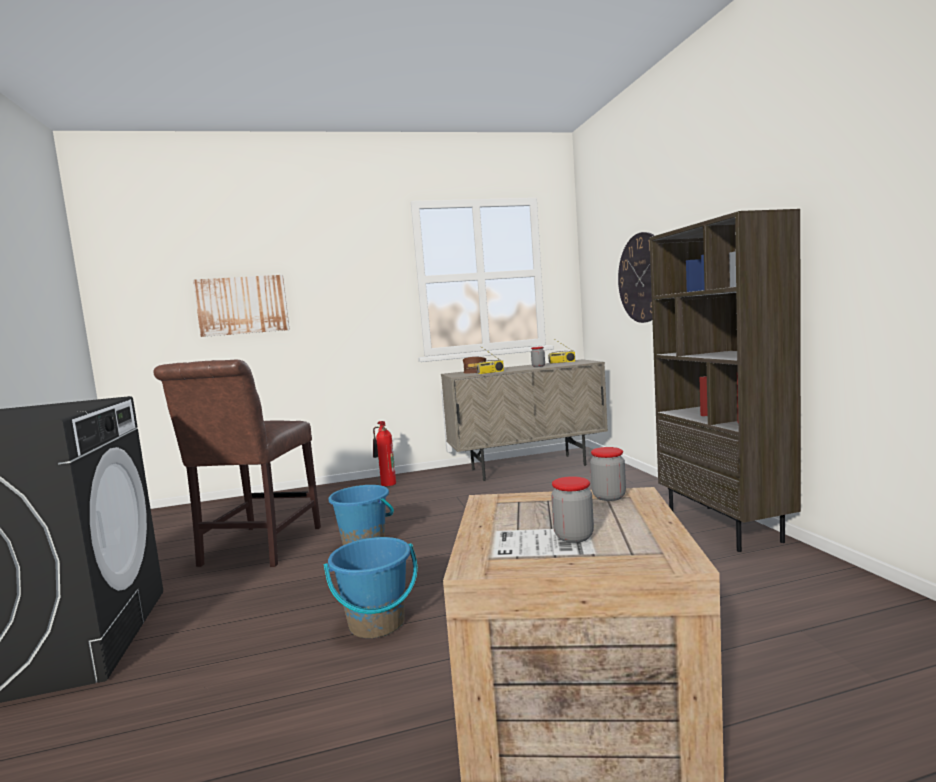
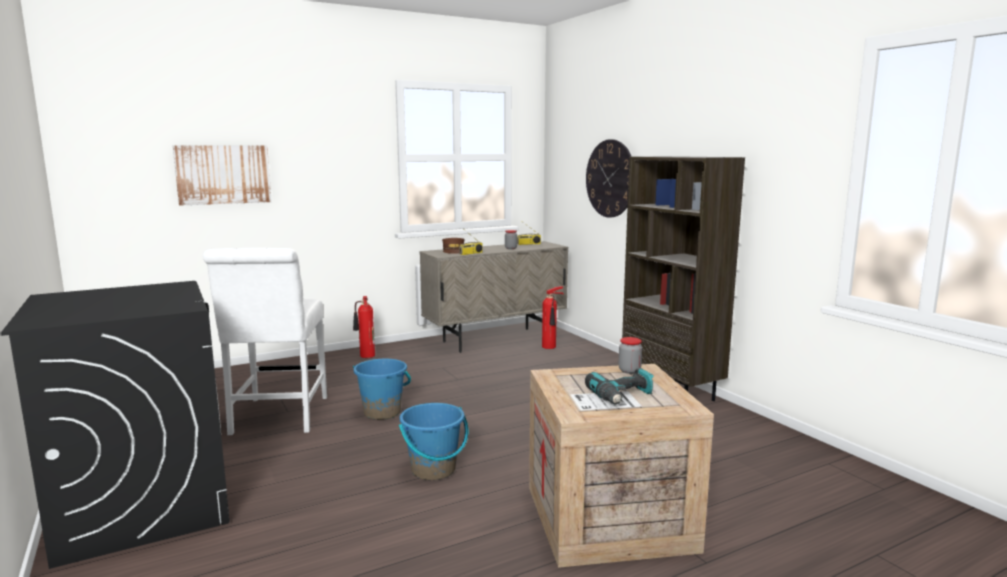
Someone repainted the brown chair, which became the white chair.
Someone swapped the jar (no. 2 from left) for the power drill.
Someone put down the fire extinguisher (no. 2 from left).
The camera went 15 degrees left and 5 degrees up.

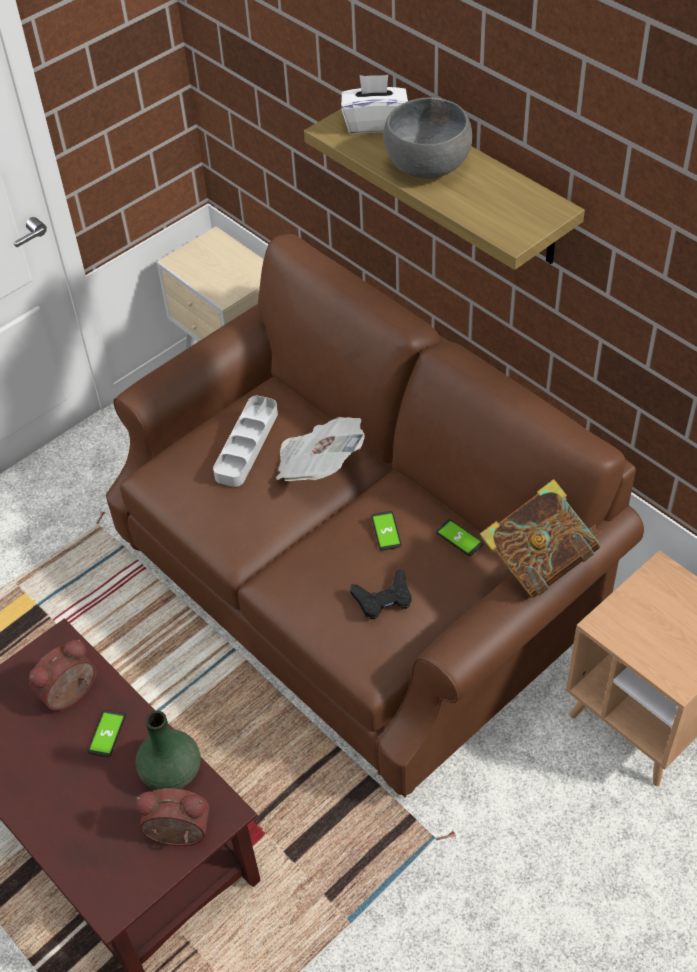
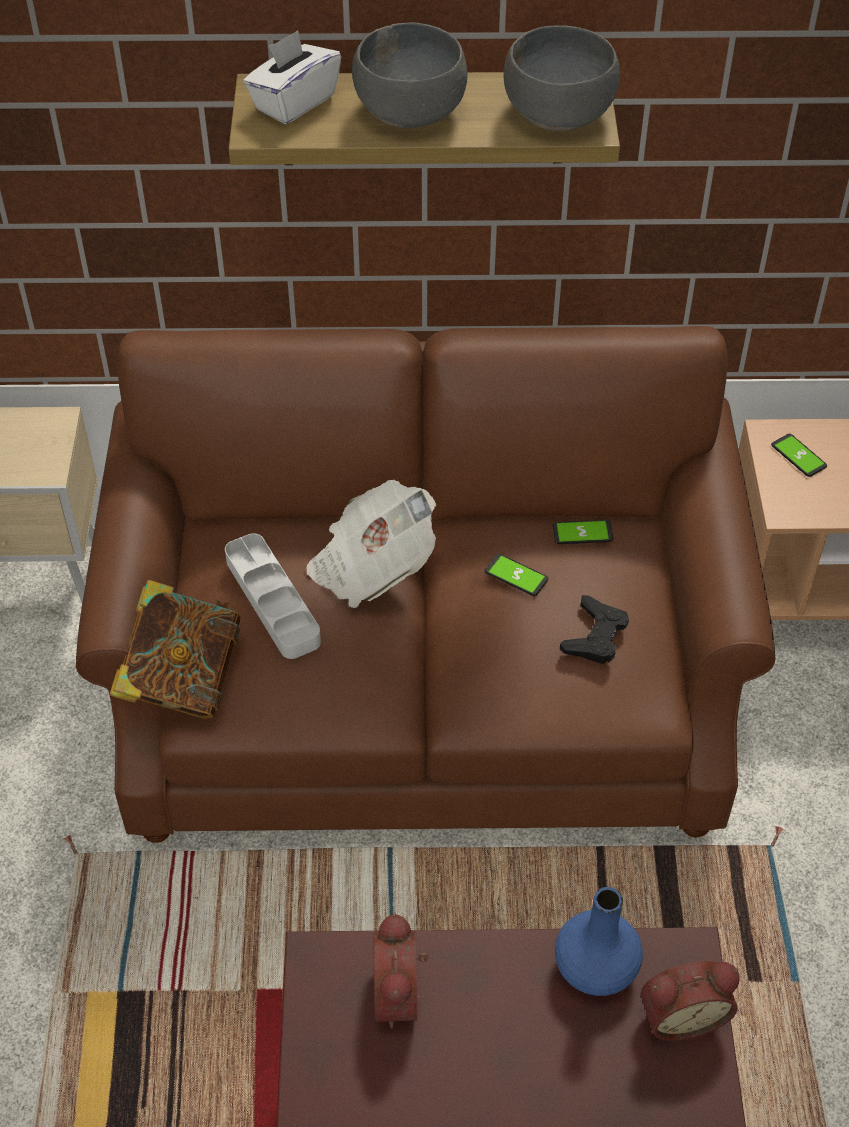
Someone carried the phone (no. 1 from left in the first image).
Someone repainted the green vase, which became the blue vase.
Someone rotated the alarm clock (no. 2 from left) by 150 degrees counterclockwise.
Someone carried the book.
Someone put down the grey bowl (no. 2 from left).
The camera went 50 degrees left and 0 degrees up.

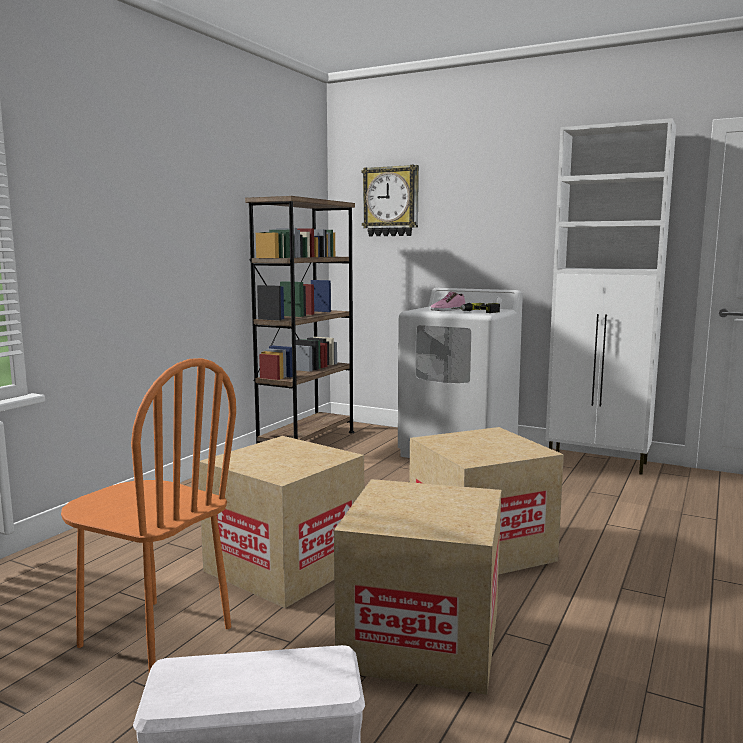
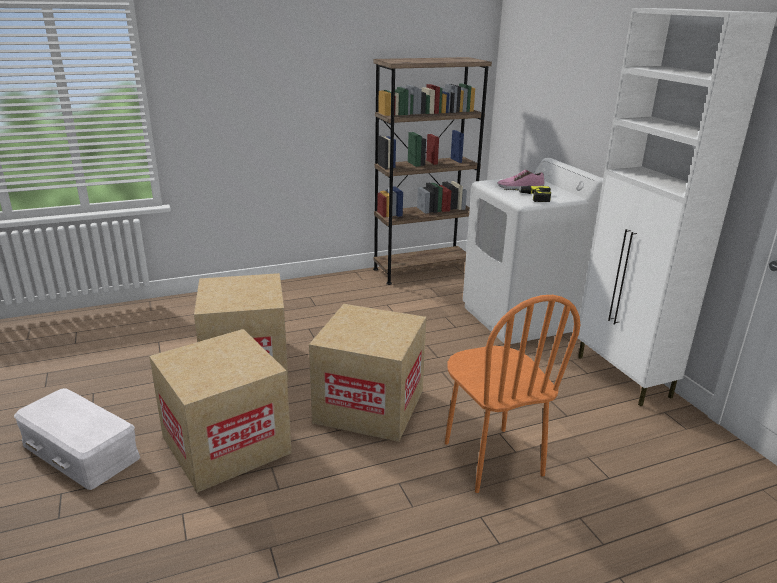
Someone carried the orange chair.
Someone took away the wall clock.
The camera went 40 degrees right and 15 degrees up.

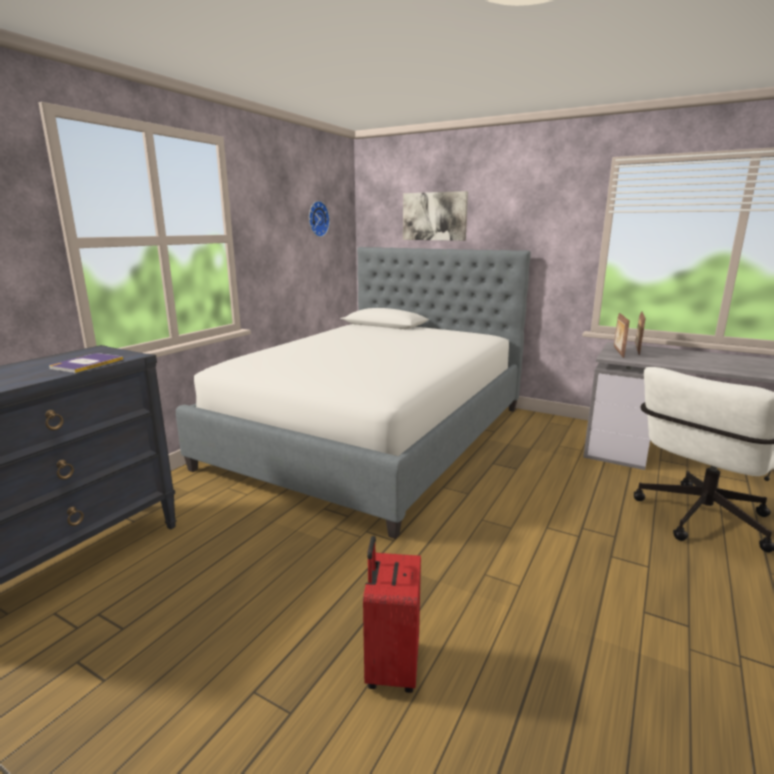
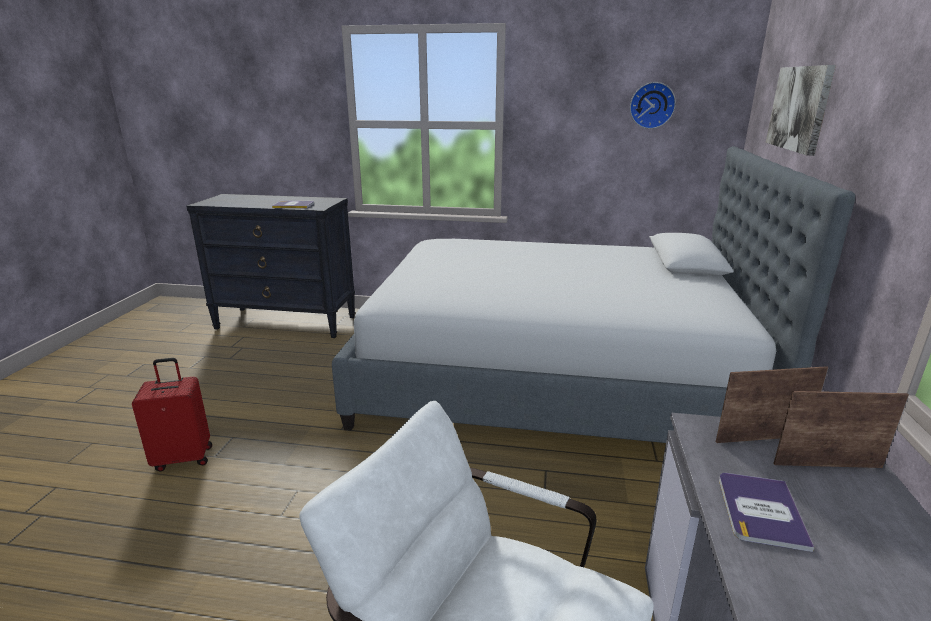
Someone put down the book (no. 2 from left).
The camera went 70 degrees right and 5 degrees up.

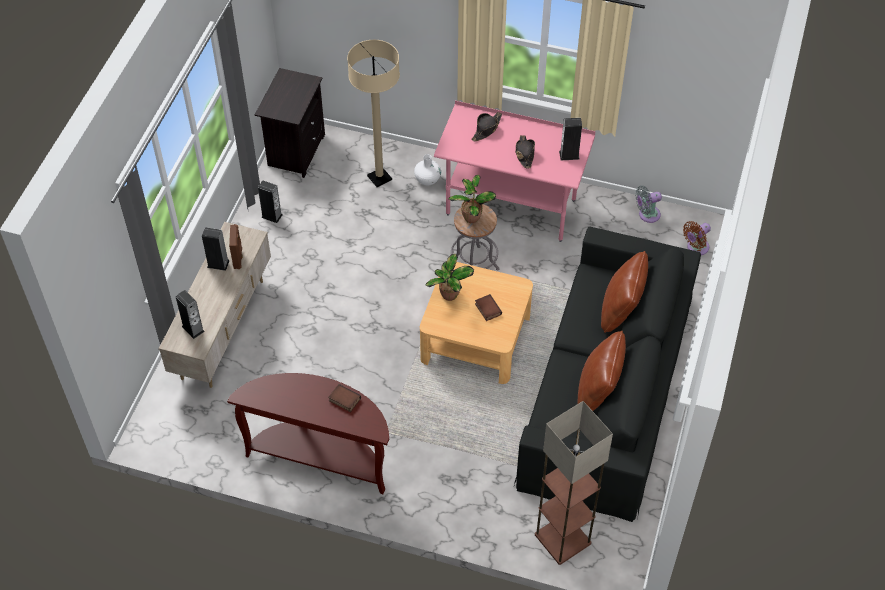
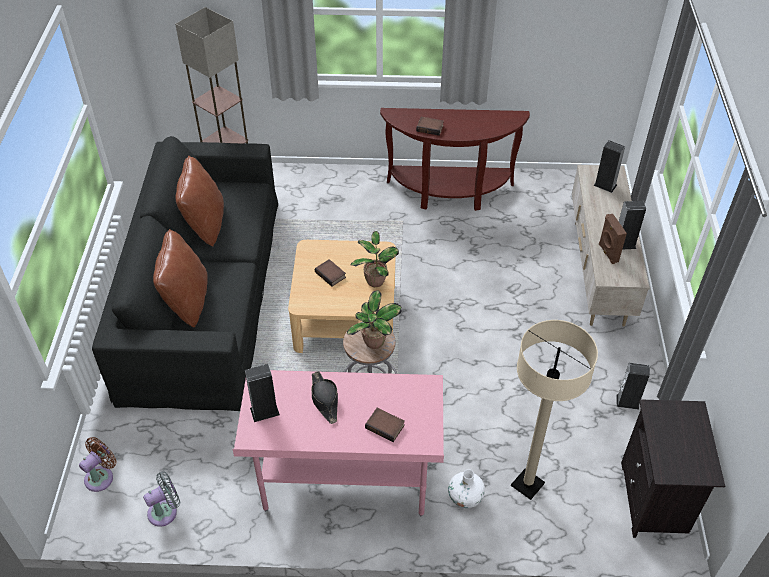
Someone swapped the black hat (no. 1 from left) for the book (no. 2 from left).
The camera went 165 degrees right and 5 degrees down.

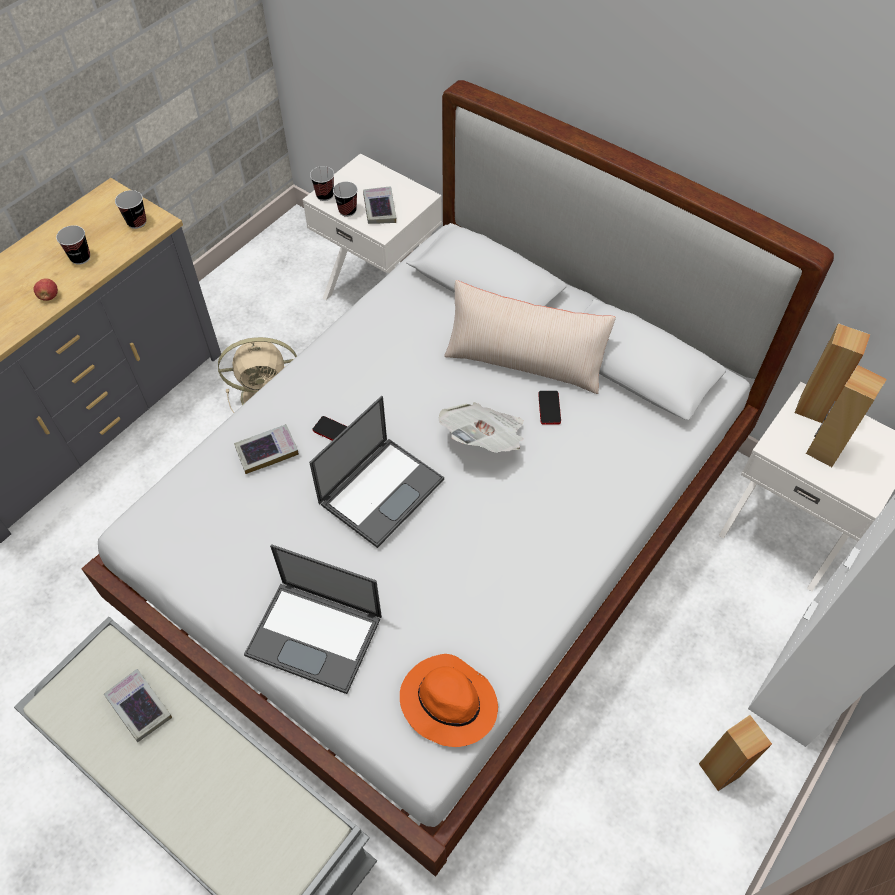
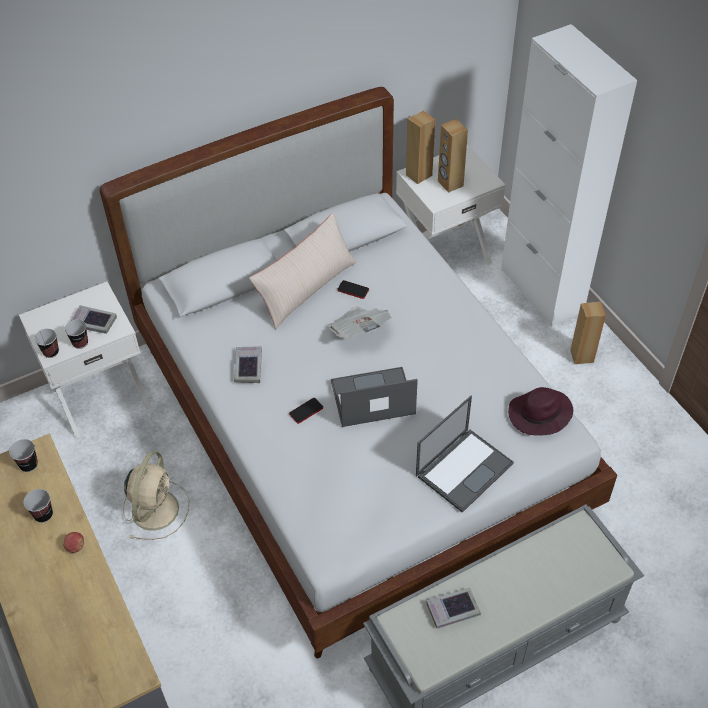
Someone carried the book (no. 2 from left).
Someone rotated the laptop (no. 2 from left in the first image) by 75 degrees counterclockwise.
Someone repainted the orange hat, which became the purple hat.
The camera went 65 degrees left and 5 degrees down.

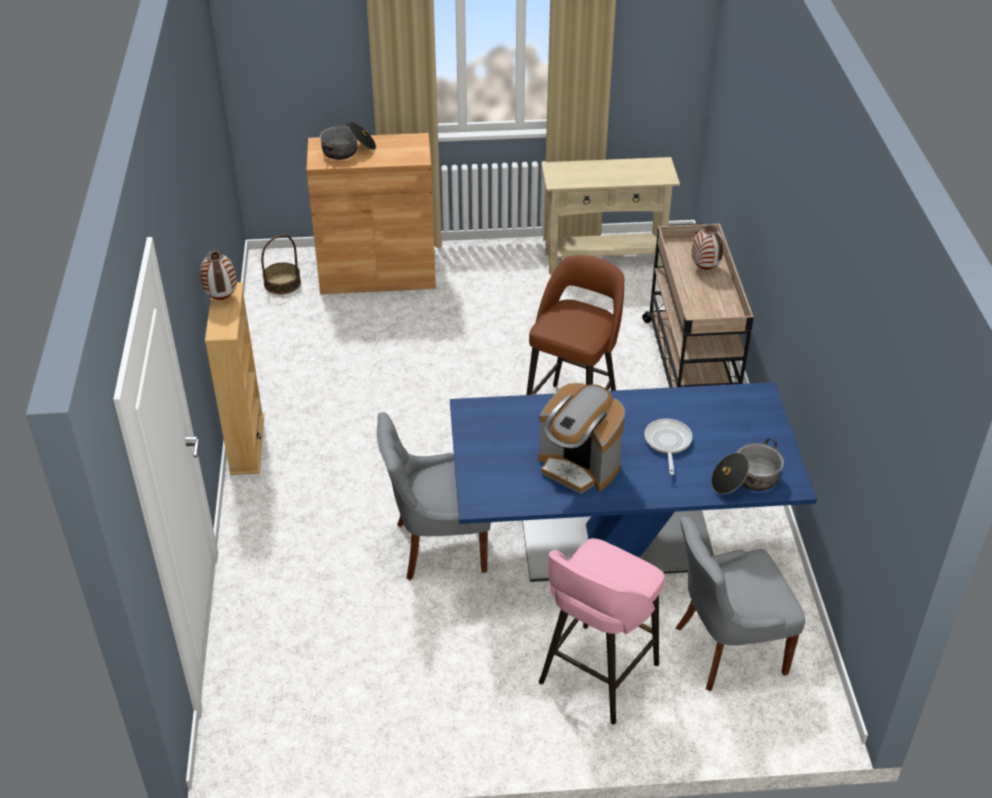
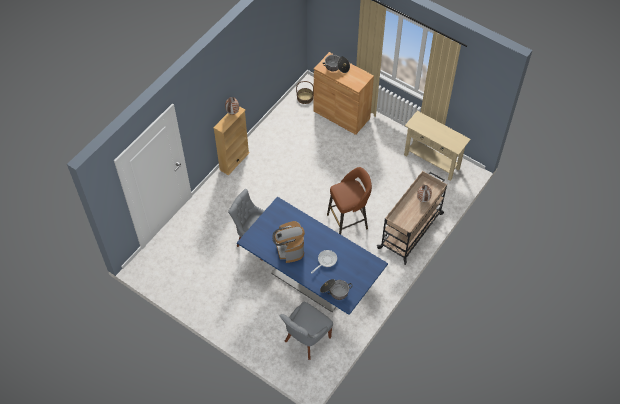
Someone took away the pink stool.
Someone rotated the grey chair (no. 2 from left) by 75 degrees counterclockwise.
The camera went 40 degrees right and 15 degrees up.

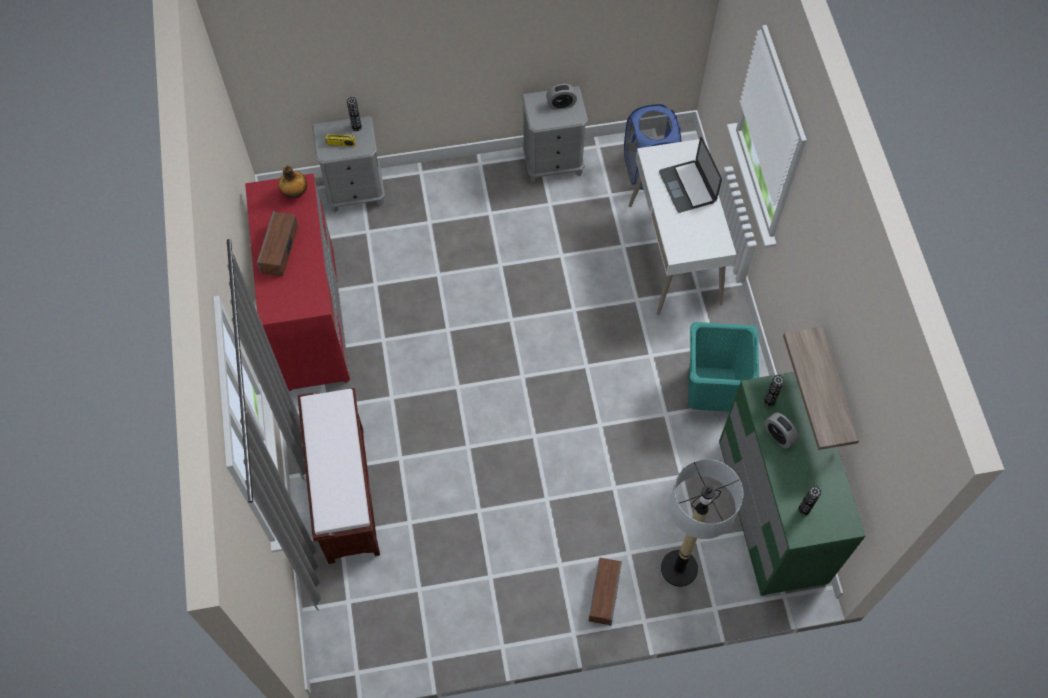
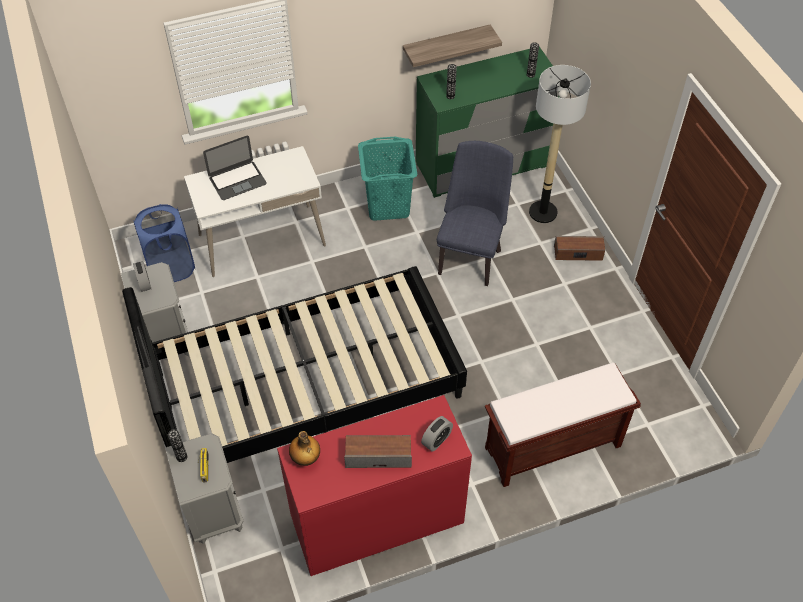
Someone carried the alarm clock (no. 2 from left).
Someone put down the black bed.
Someone put down the blue chair.
The camera went 100 degrees left and 10 degrees down.

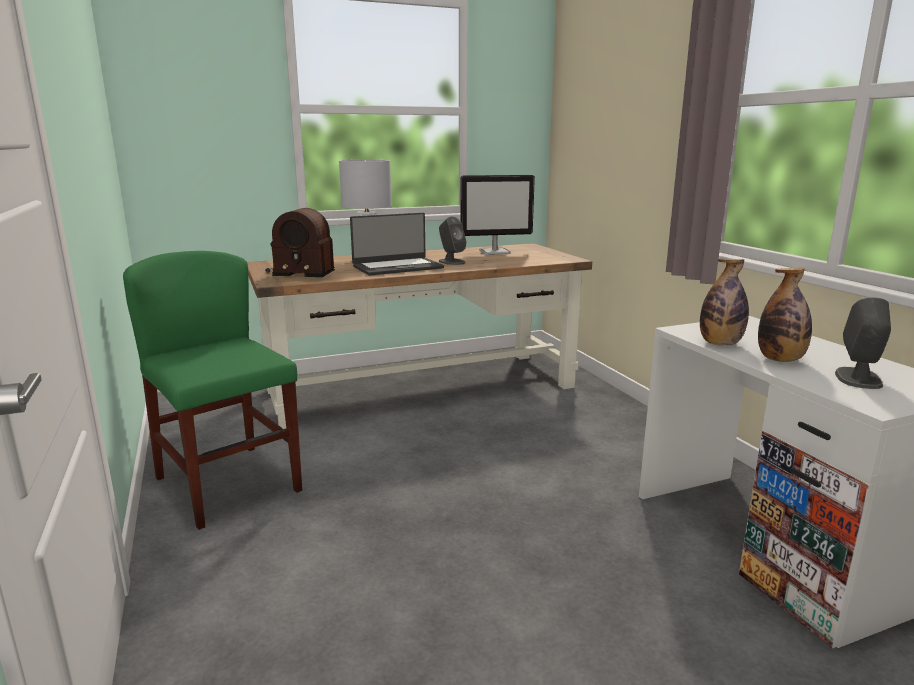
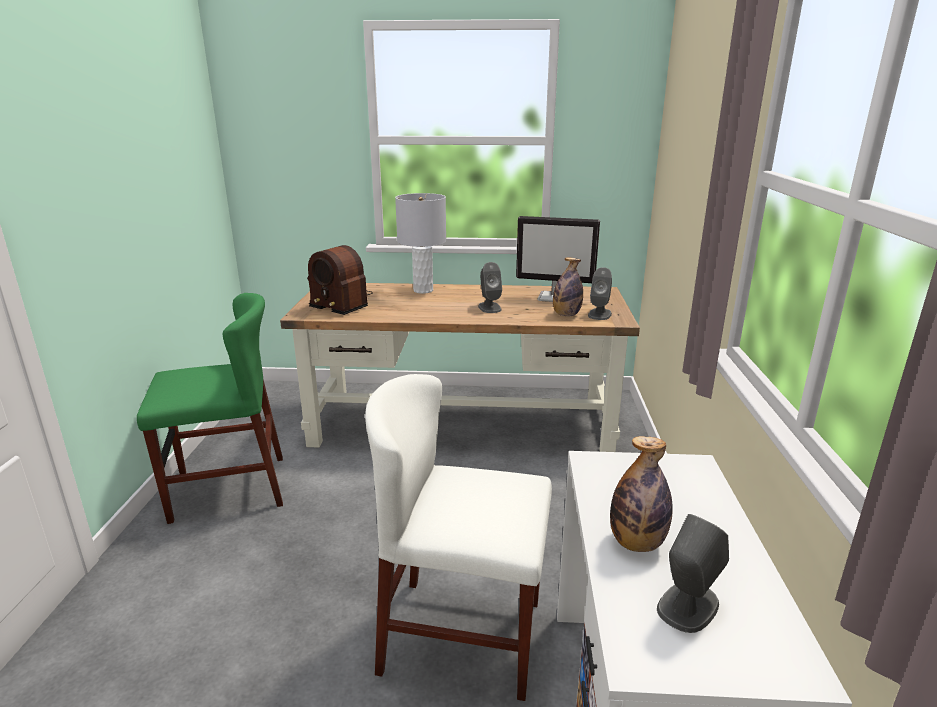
Someone rotated the green chair by 90 degrees clockwise.
Someone took away the laptop.
Someone carried the bottle (no. 1 from left).
Someone put down the white chair.
Someone put down the grey speaker (no. 2 from left).
The camera went 25 degrees right and 5 degrees up.

